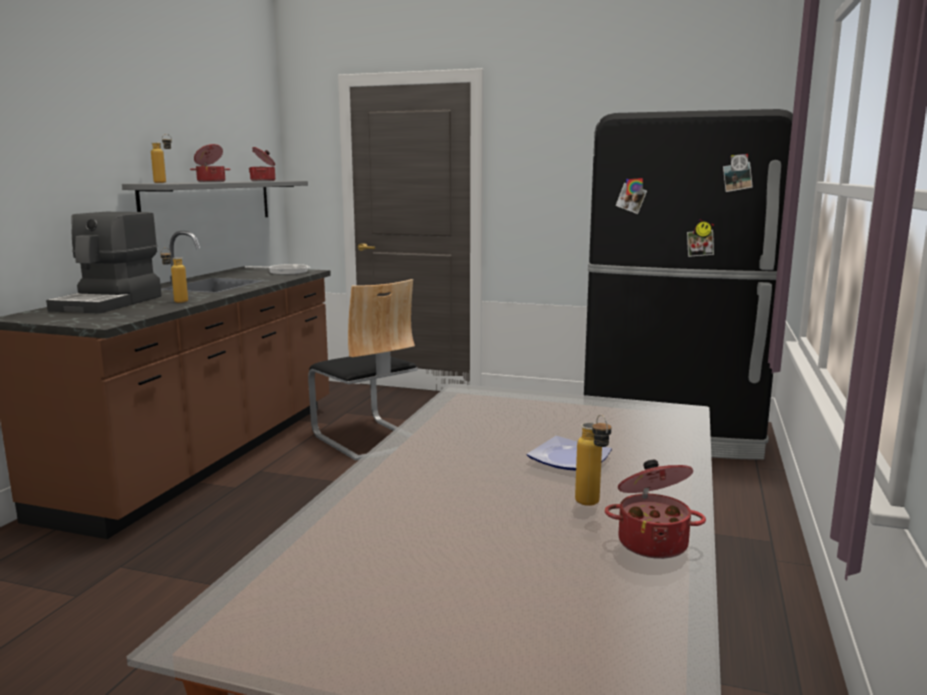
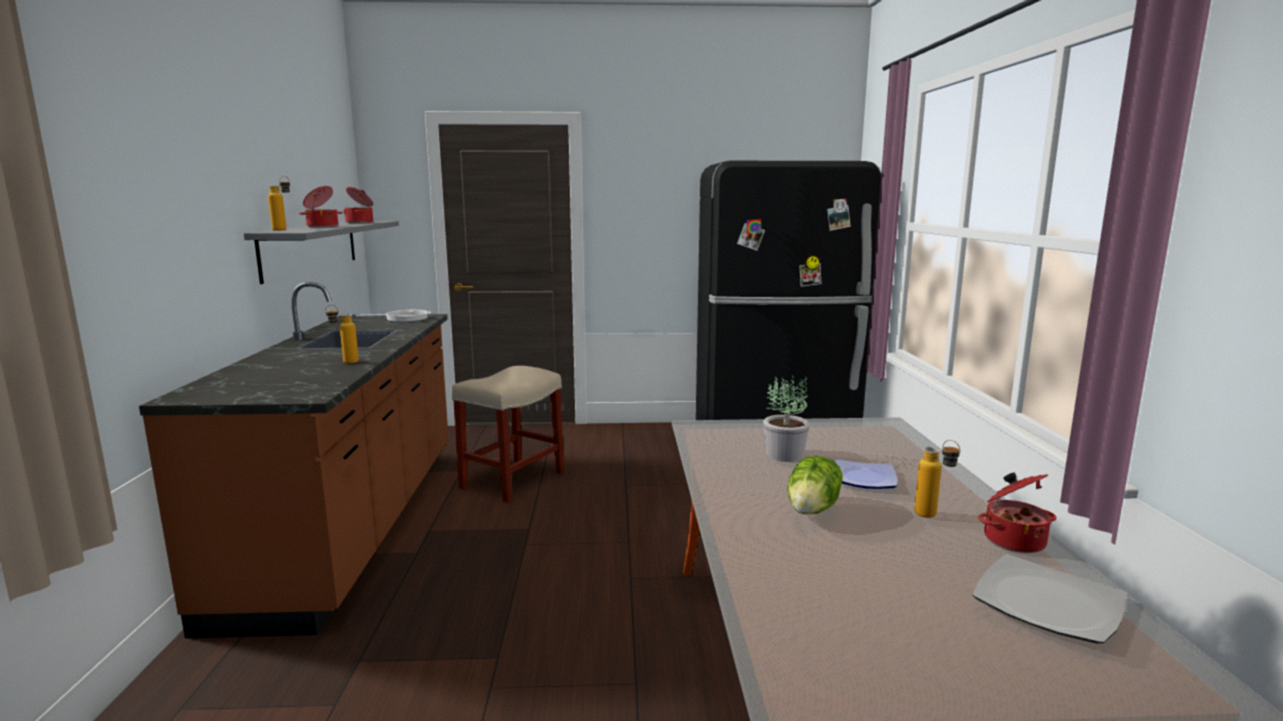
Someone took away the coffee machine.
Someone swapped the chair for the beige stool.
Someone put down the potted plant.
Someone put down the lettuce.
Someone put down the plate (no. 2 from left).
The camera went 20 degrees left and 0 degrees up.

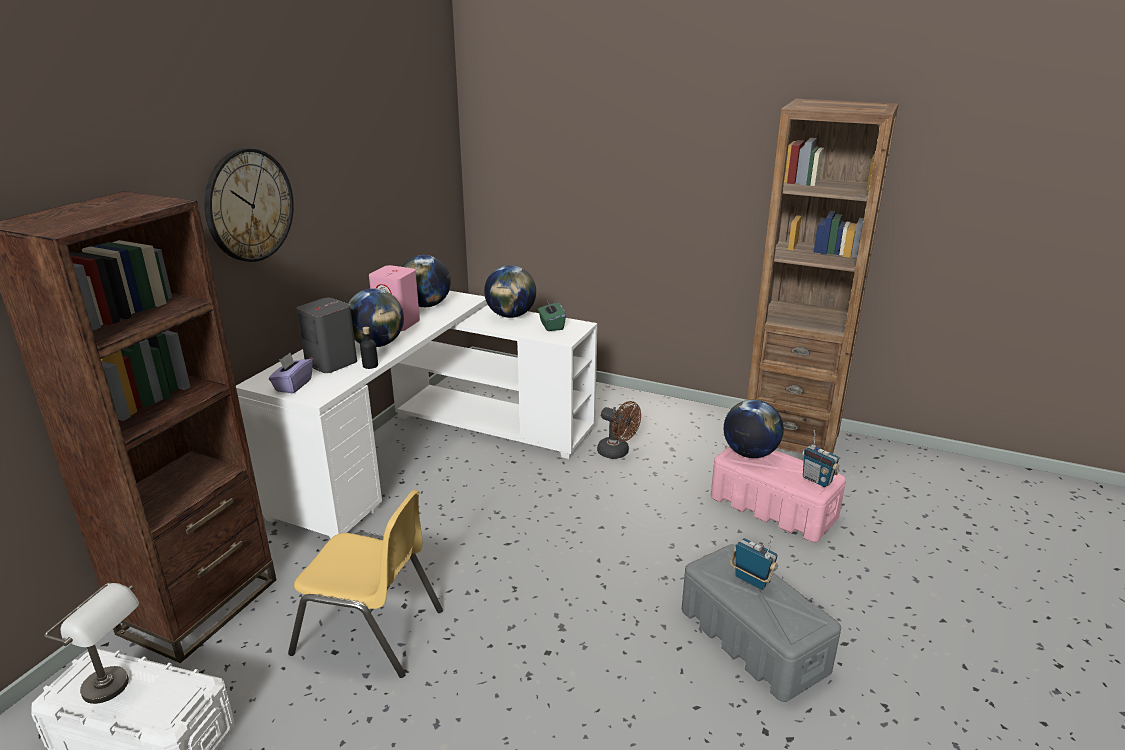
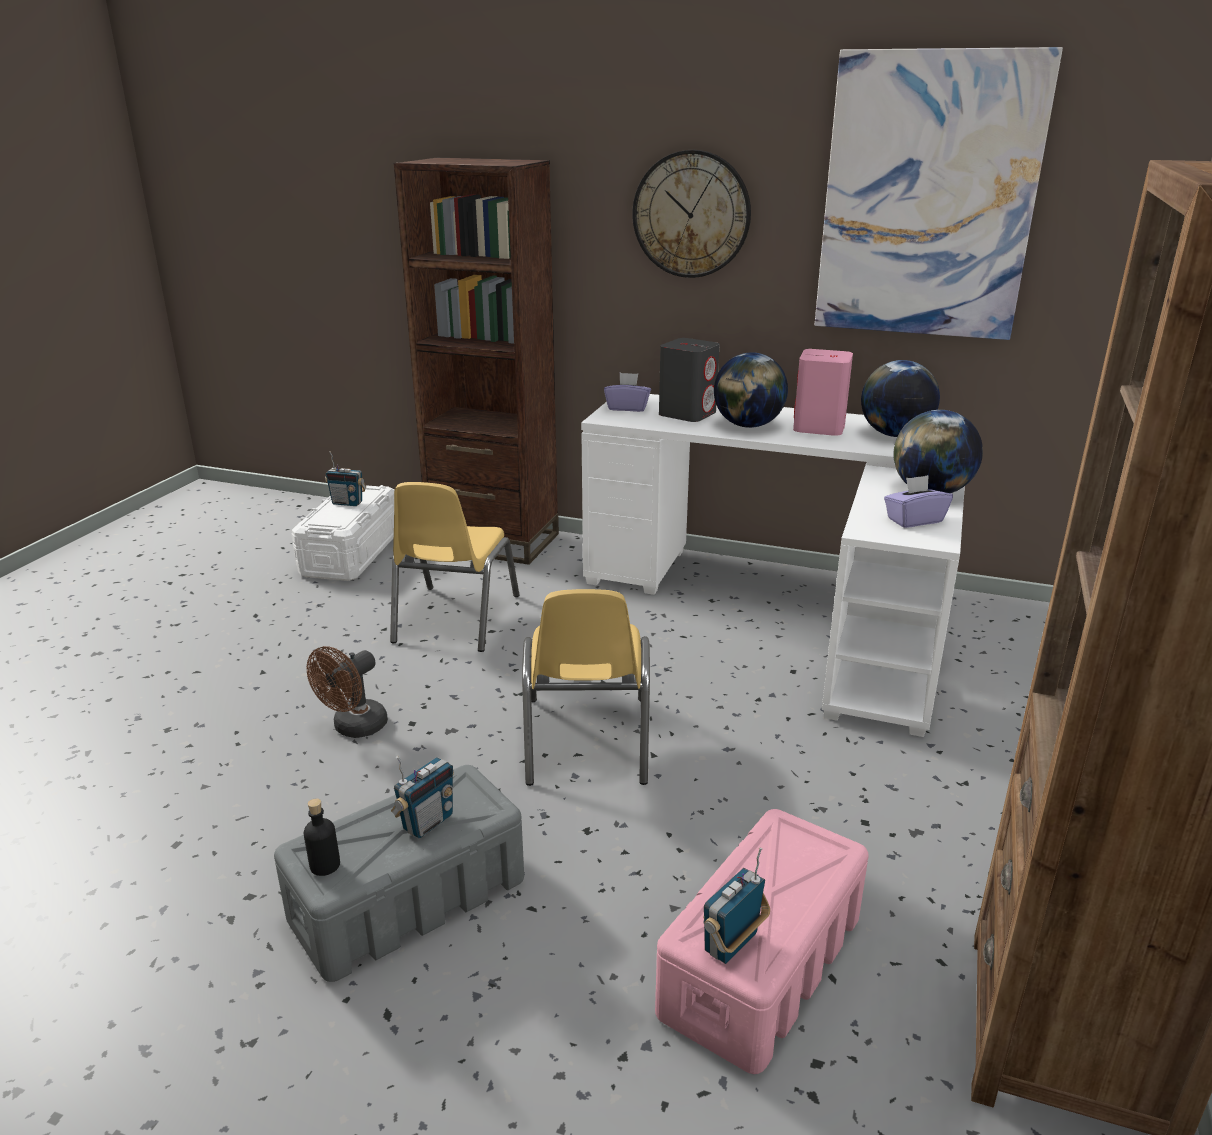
Someone swapped the grey table lamp for the radio (no. 1 from left).
Someone carried the black bottle.
Someone repainted the green tissue box, which became the purple tissue box (no. 2 from left).
Someone carried the brown fan.
Someone took away the globe (no. 4 from left).
Someone put down the yellow chair (no. 2 from left).
Someone put up the picture.
The camera went 85 degrees right and 0 degrees up.

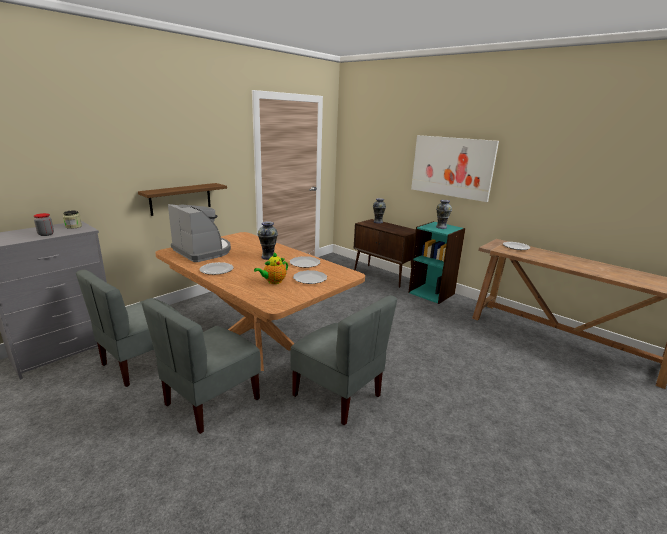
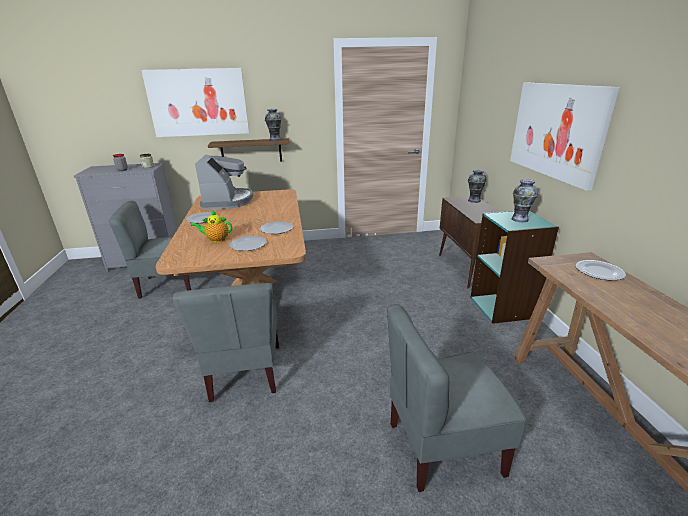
Someone carried the grey chair (no. 2 from left in the first image).
Someone carried the vase (no. 1 from left).
Someone put up the picture (no. 1 from left).
The camera went 40 degrees right and 5 degrees up.

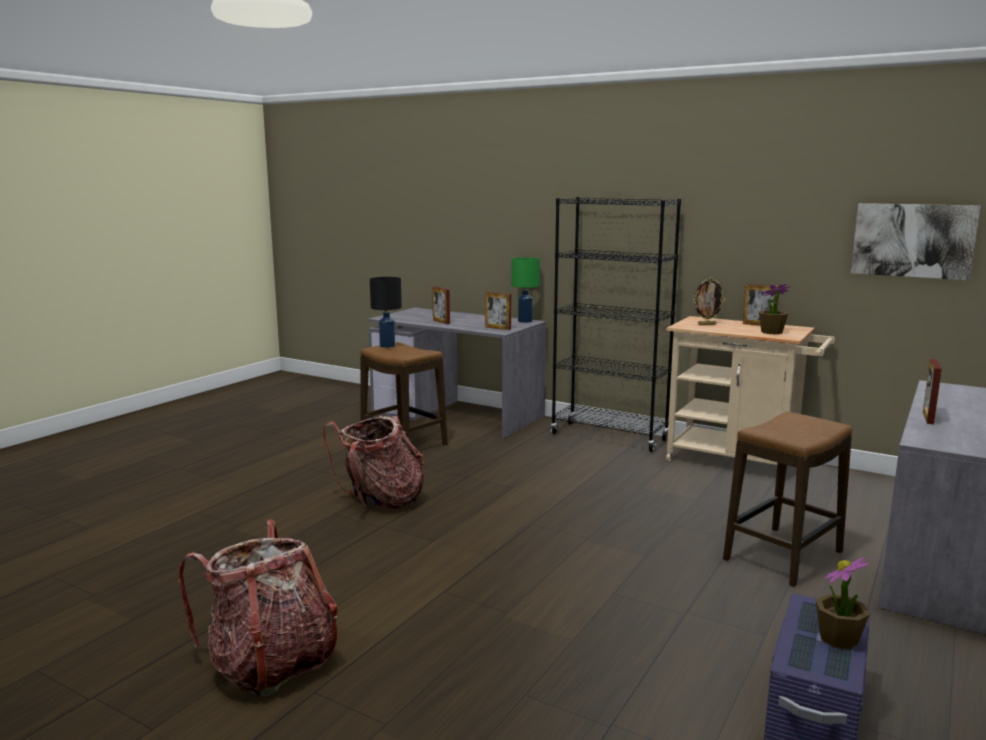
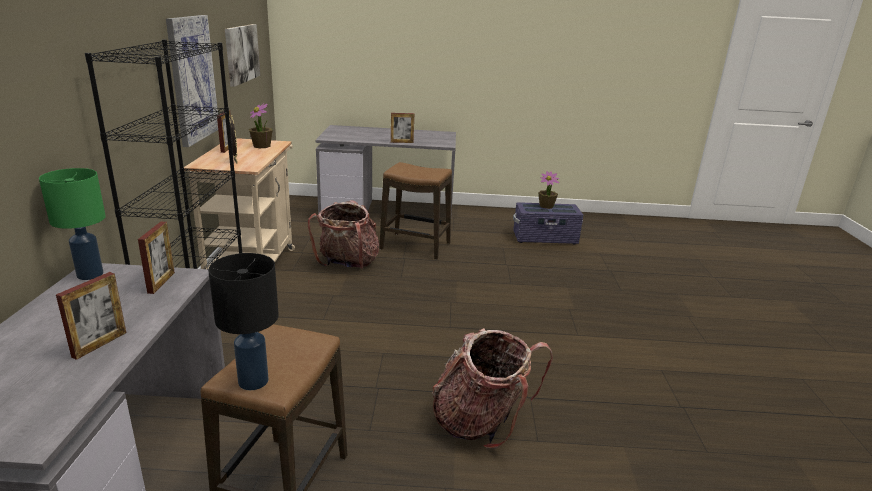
Someone carried the backpack (no. 1 from left).
Someone put up the picture (no. 1 from left).
The camera went 120 degrees left and 10 degrees up.

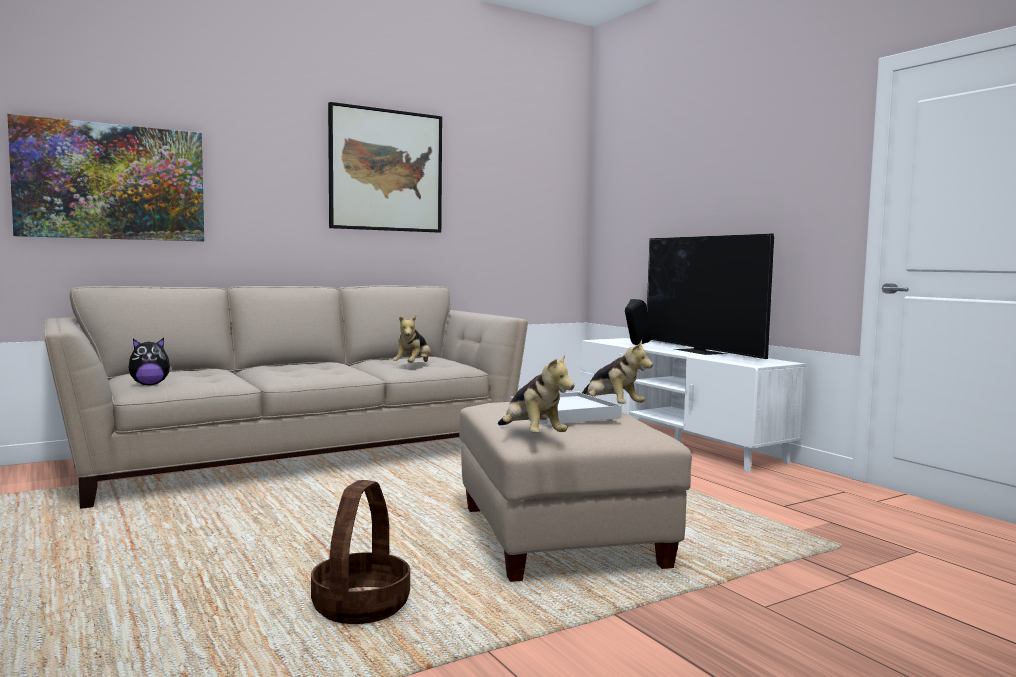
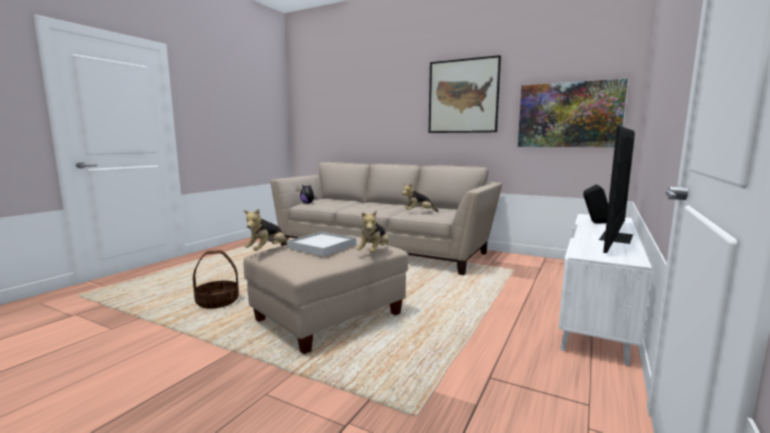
Someone carried the picture (no. 1 from left in the first image).
The camera went 60 degrees right and 5 degrees up.

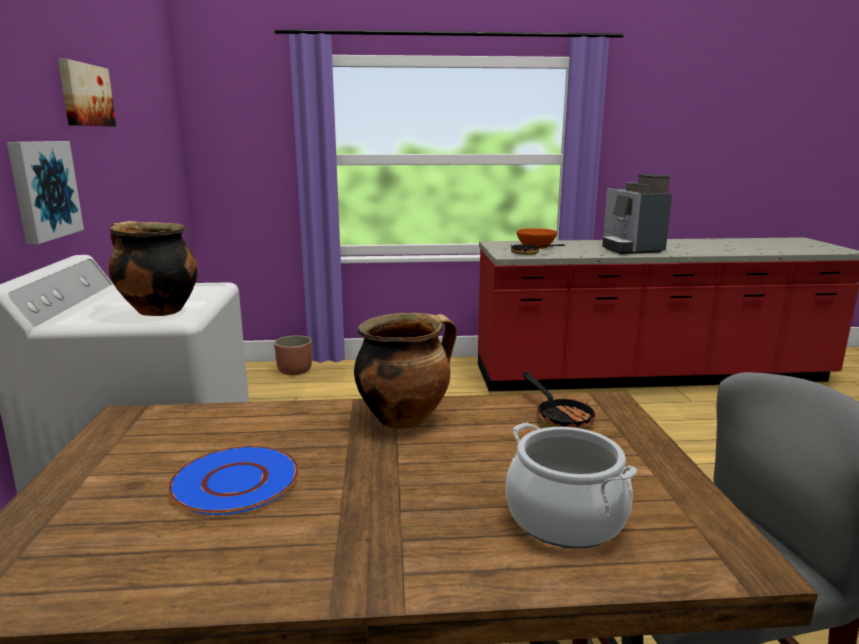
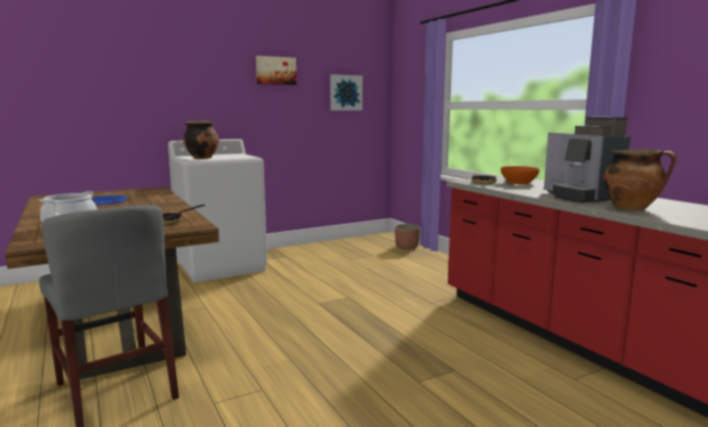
Someone carried the picture (no. 1 from left in the first image).
Someone carried the cooking pot (no. 2 from left in the first image).
Someone rotated the coffee machine by 75 degrees counterclockwise.
The camera went 65 degrees right and 5 degrees down.

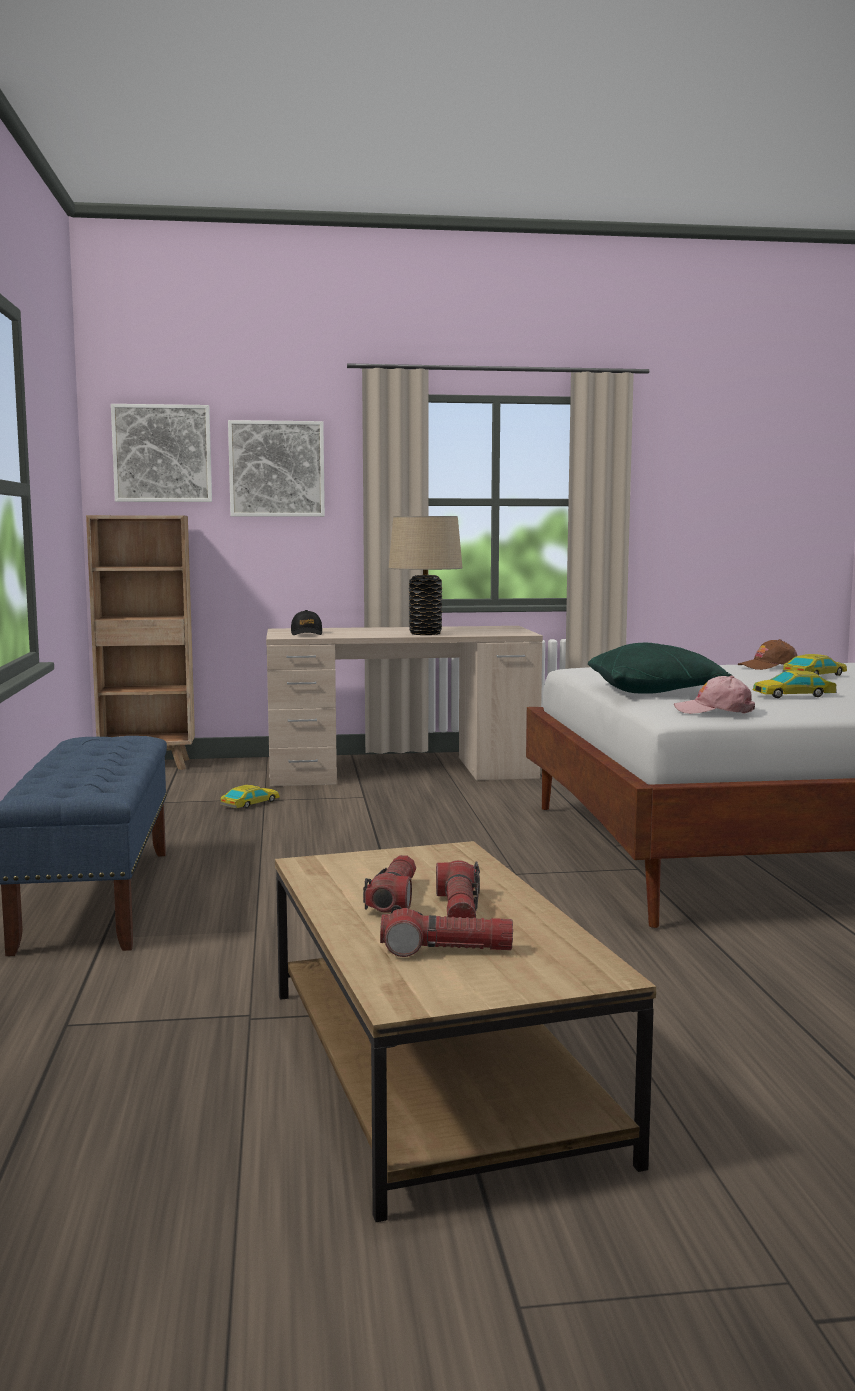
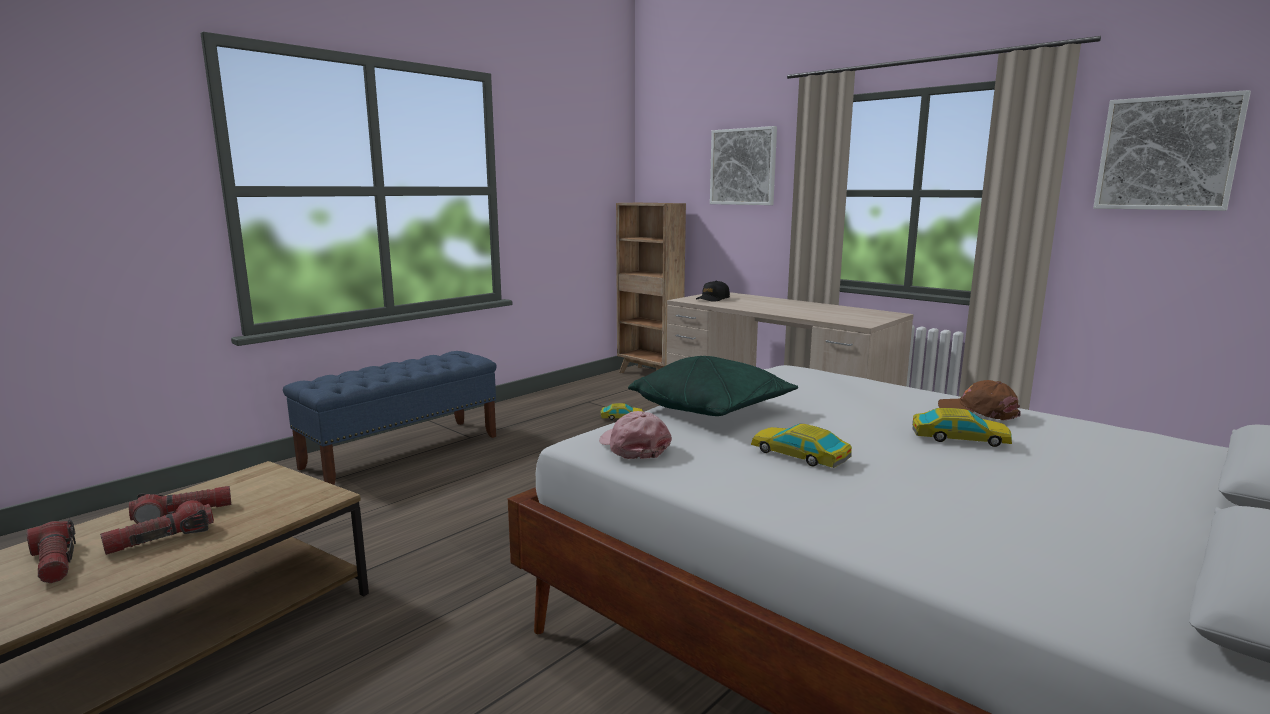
Someone carried the picture (no. 1 from left in the first image).
Someone took away the beige table lamp.
The camera went 50 degrees right and 5 degrees up.

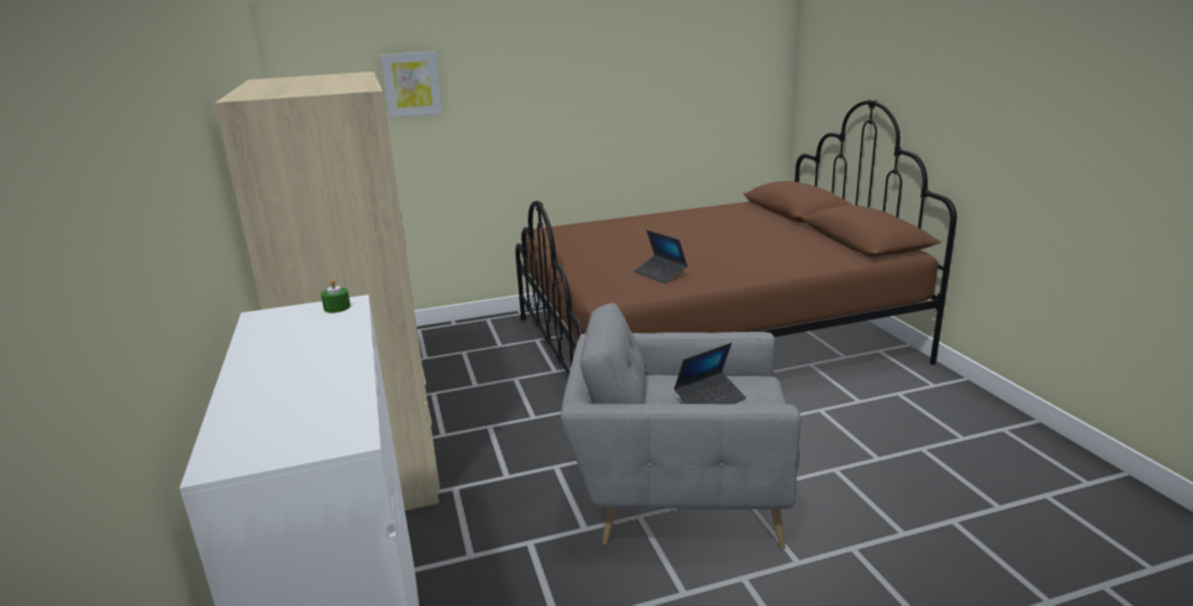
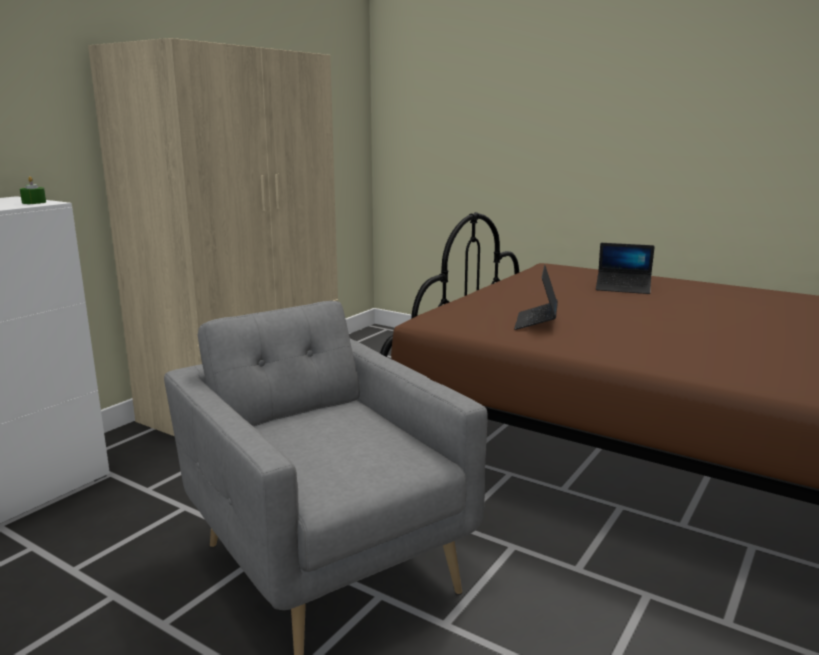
Someone took away the picture.
Someone carried the laptop (no. 2 from left).
The camera went 50 degrees right and 5 degrees down.

